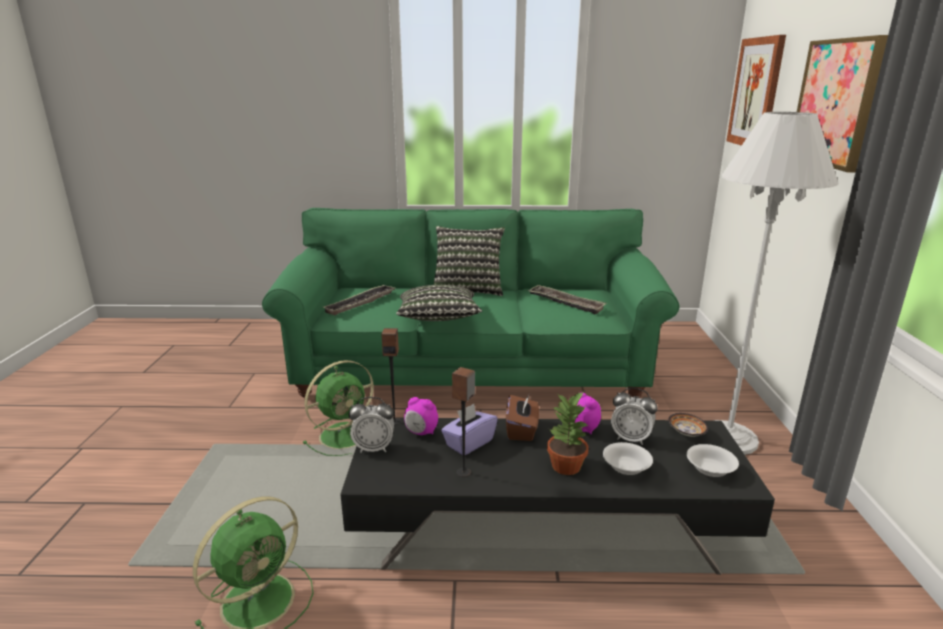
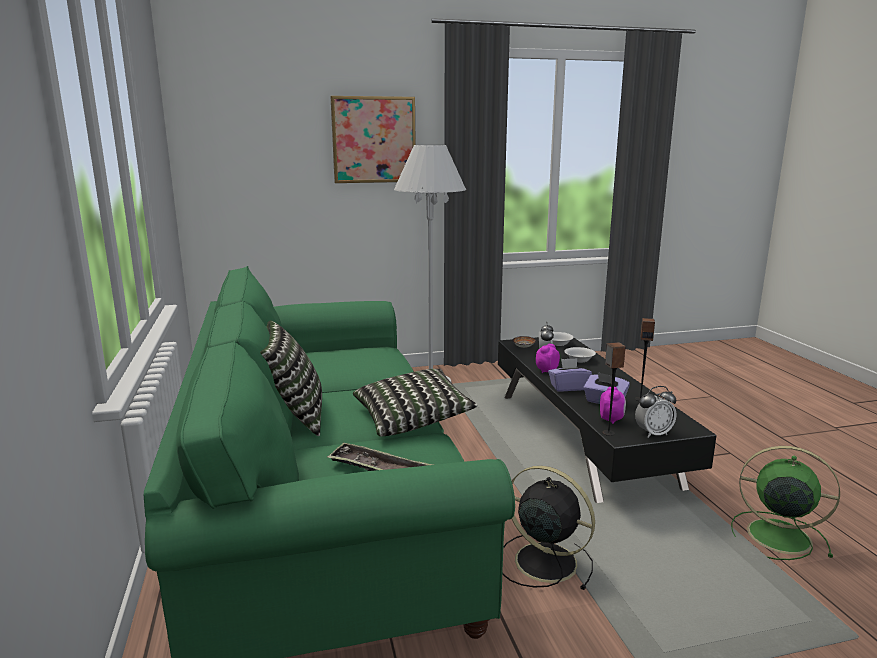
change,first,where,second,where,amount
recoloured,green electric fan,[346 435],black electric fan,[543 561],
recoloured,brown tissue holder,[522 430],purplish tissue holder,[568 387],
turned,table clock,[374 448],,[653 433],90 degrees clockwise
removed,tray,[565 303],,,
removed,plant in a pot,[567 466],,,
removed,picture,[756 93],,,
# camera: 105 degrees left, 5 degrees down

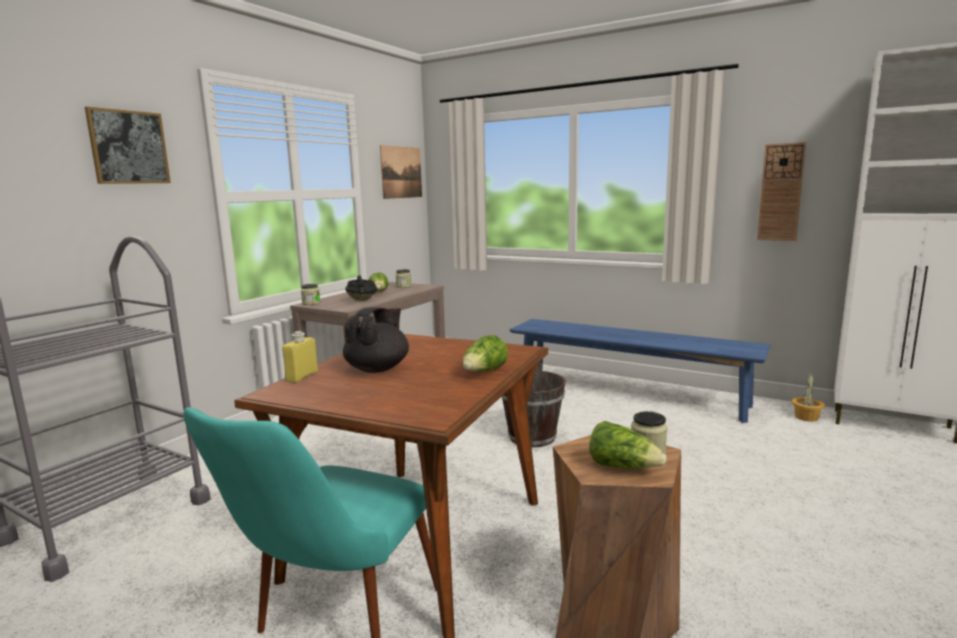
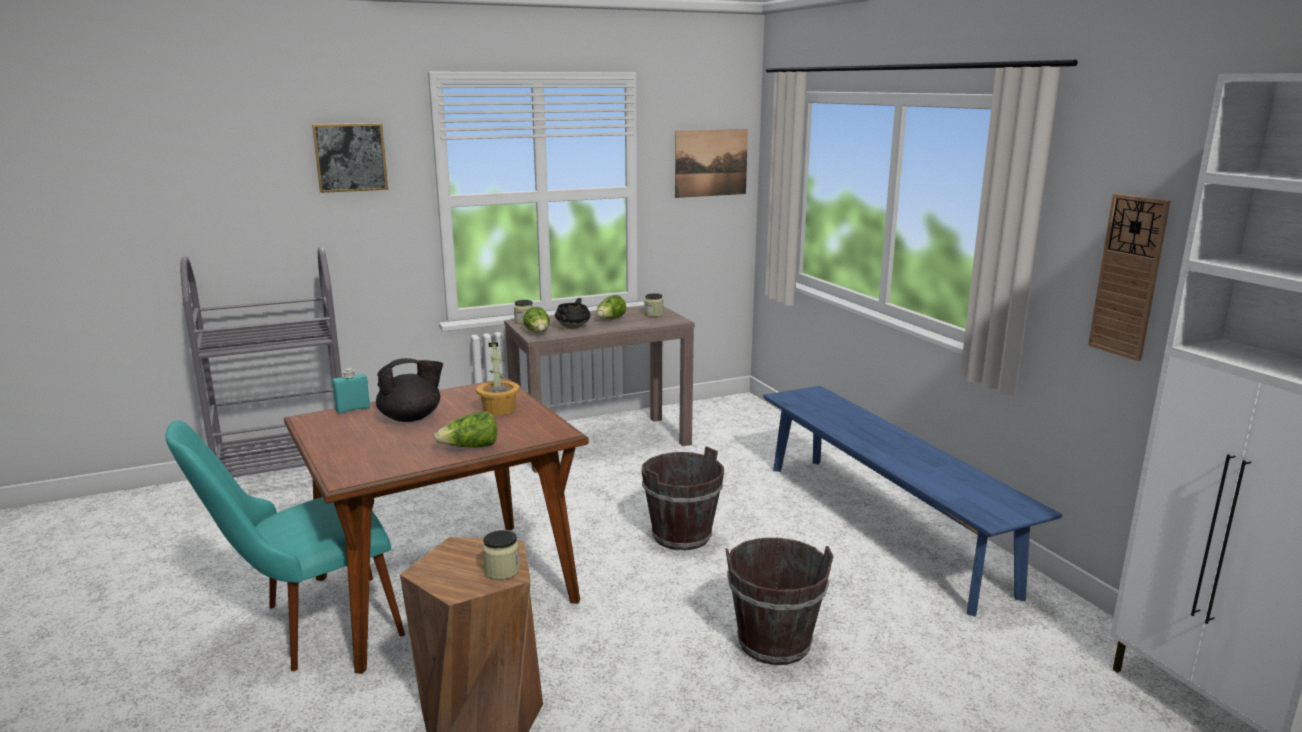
change,first,where,second,where,amount
recoloured,yellowish bottle,[302 377],turquoise bottle,[353 409],
moved,plant in a pot,[807 417],,[499 410],
moved,lettuce,[623 467],,[538 333],
added,,,brown pail,[774 643],
# camera: 35 degrees right, 5 degrees up

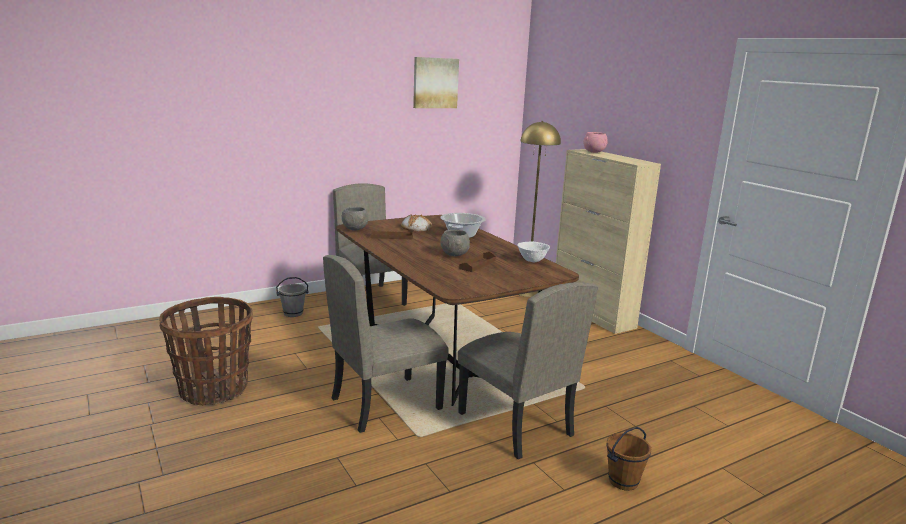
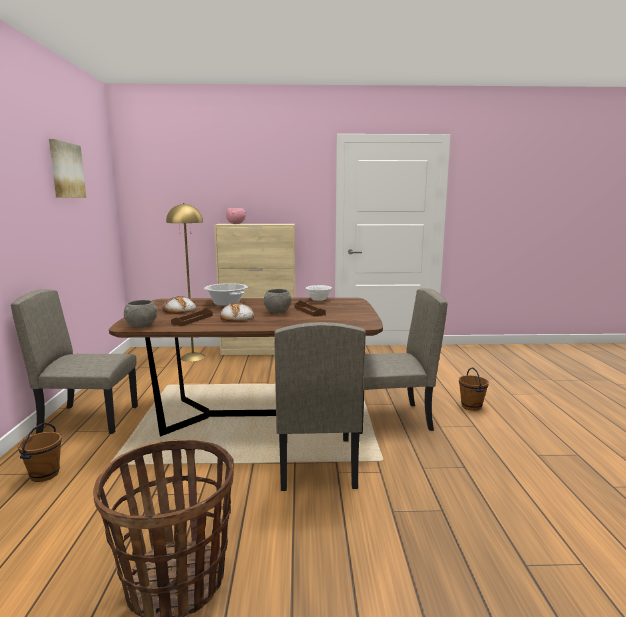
change,first,where,second,where,amount
recoloured,gray pail,[293 314],brown pail,[45 475],
added,,,bakery bread,[237 317],
# camera: 60 degrees left, 5 degrees down

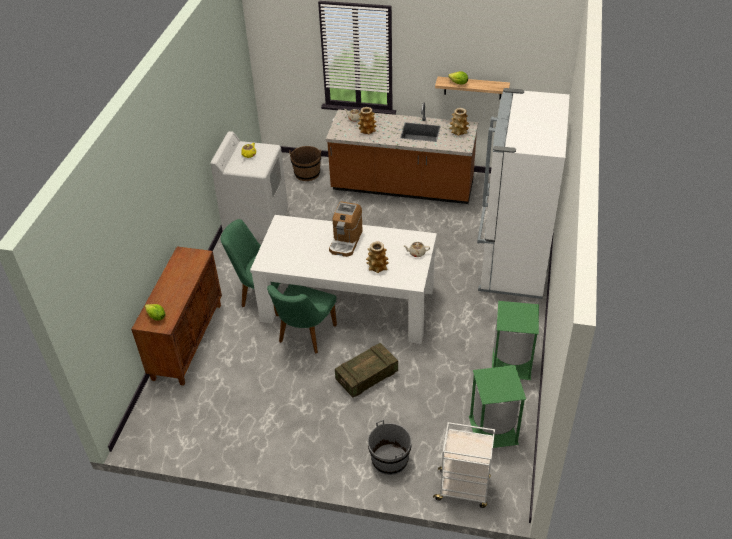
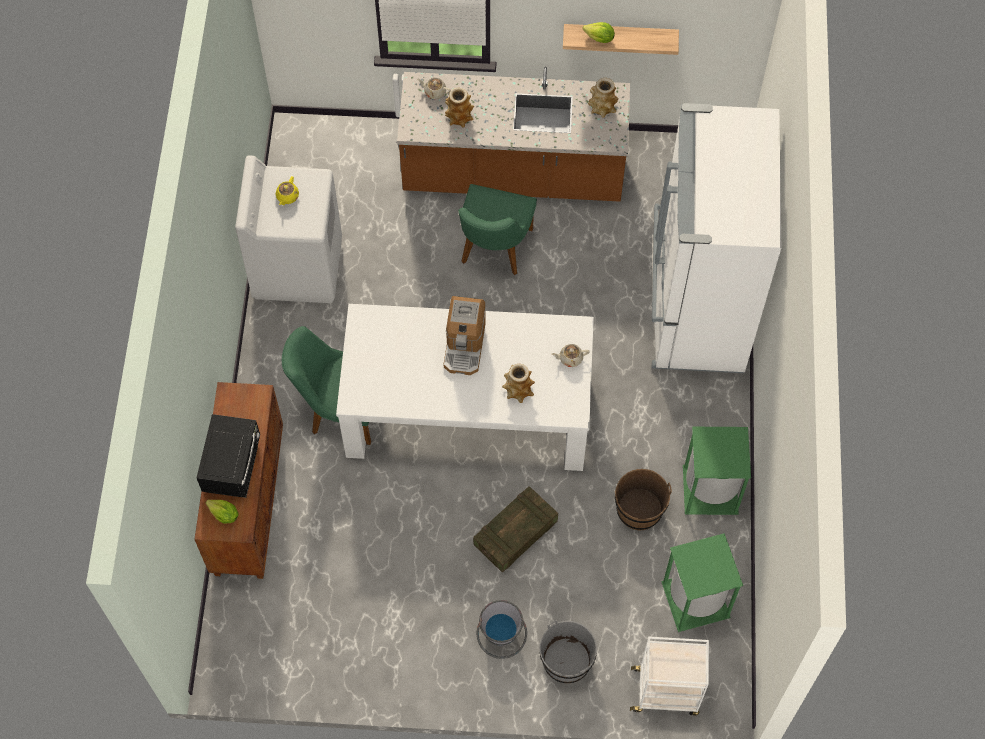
change,first,where,second,where,amount
added,,,black microwave oven,[233 465],
moved,green upright chair,[304 337],,[493 251],
added,,,gray pail,[501 638],
moved,brown pail,[307 173],,[639 509],
# camera: 10 degrees left, 20 degrees up

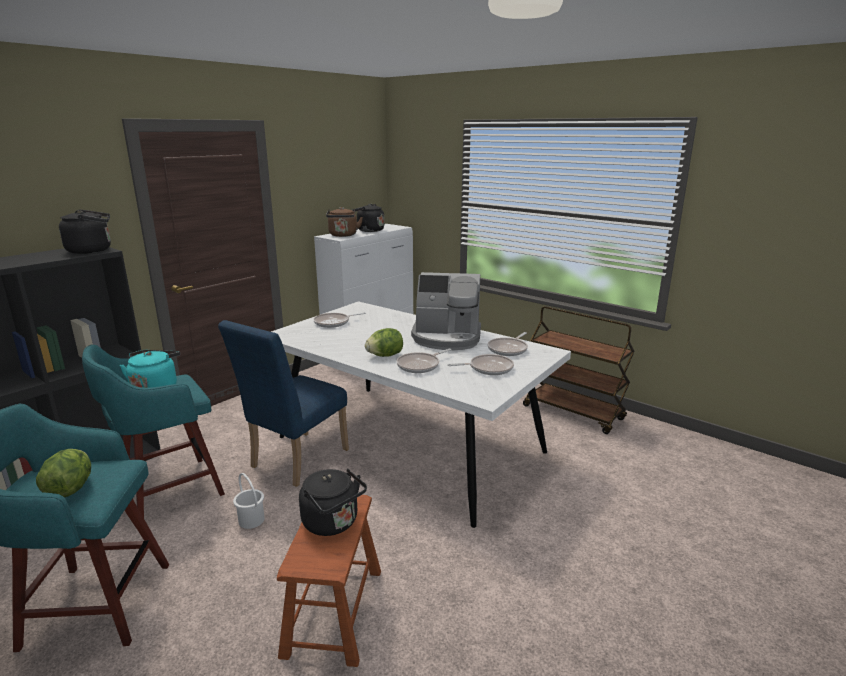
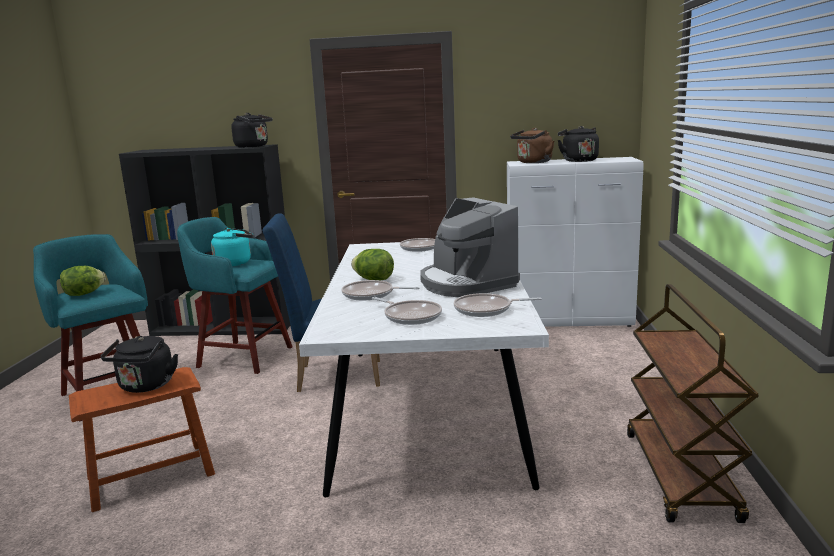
change,first,where,second,where,amount
removed,white pail,[251 520],,,
# camera: 55 degrees right, 5 degrees down

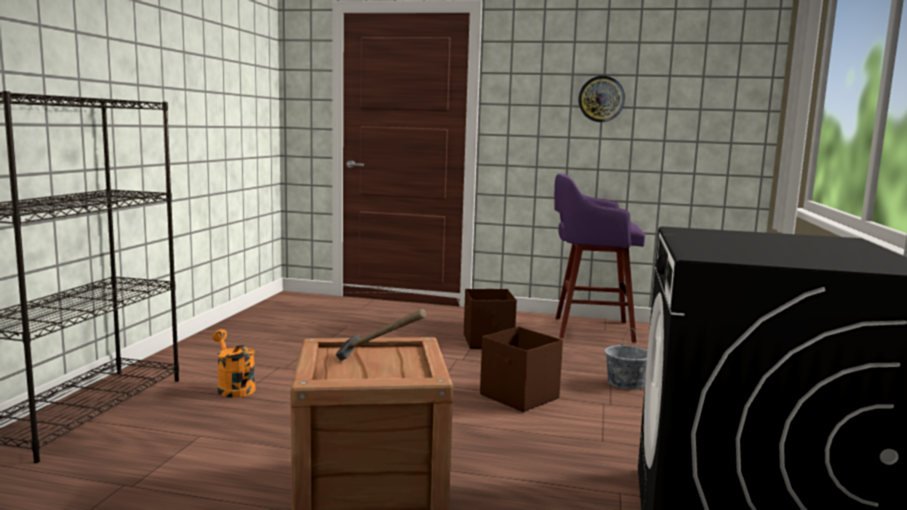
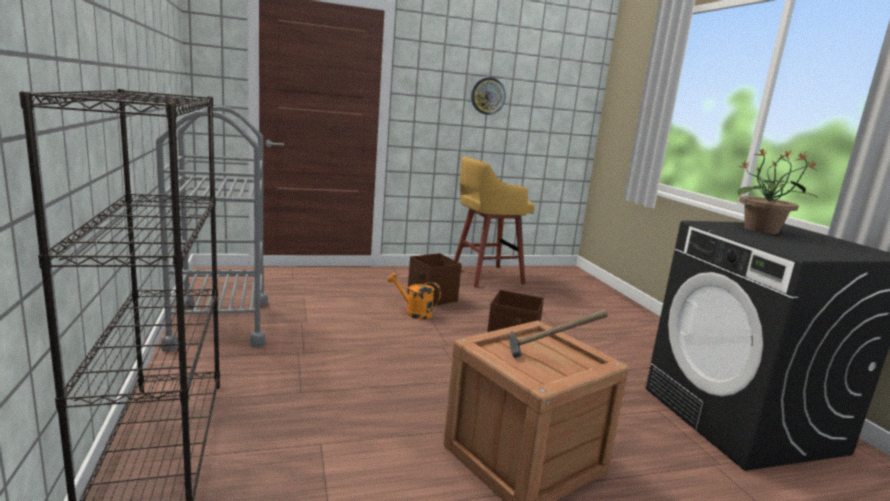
change,first,where,second,where,amount
added,,,gray cart,[219 324],
moved,orangey watering pot,[233 387],,[414 312],
recoloured,purplish stool,[590 329],yellowish stool,[484 276],
added,,,plant in a pot,[762 230],
removed,gray pail,[626 383],,,
# camera: 30 degrees left, 5 degrees up

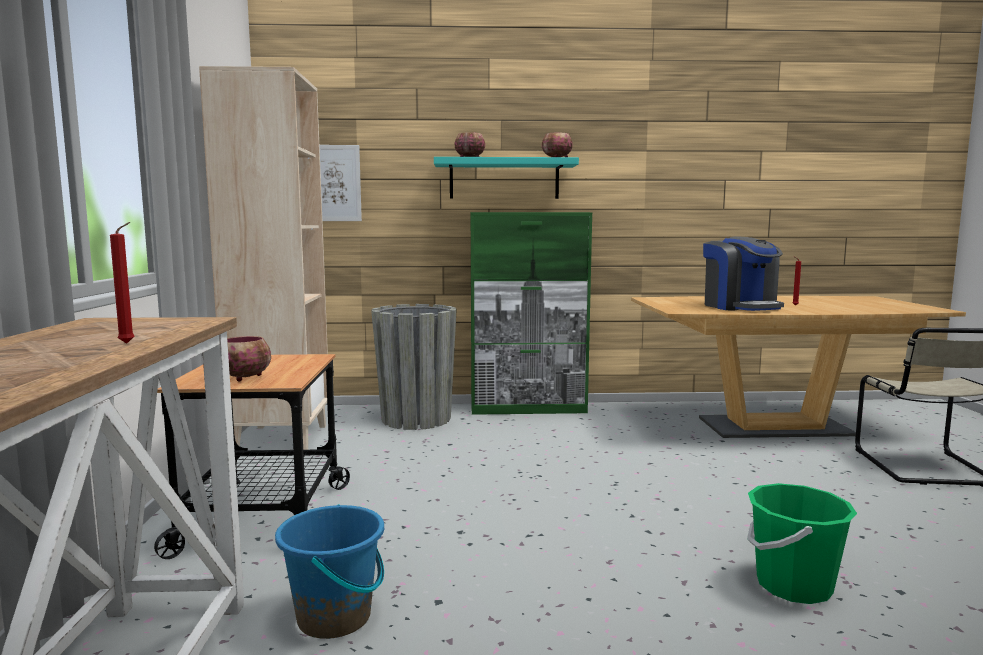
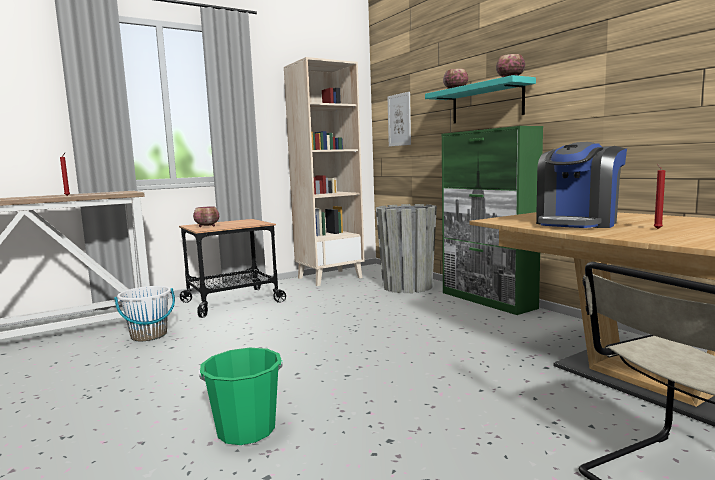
change,first,where,second,where,amount
recoloured,bluish pail,[335 617],white pail,[149 335],
# camera: 60 degrees right, 0 degrees up

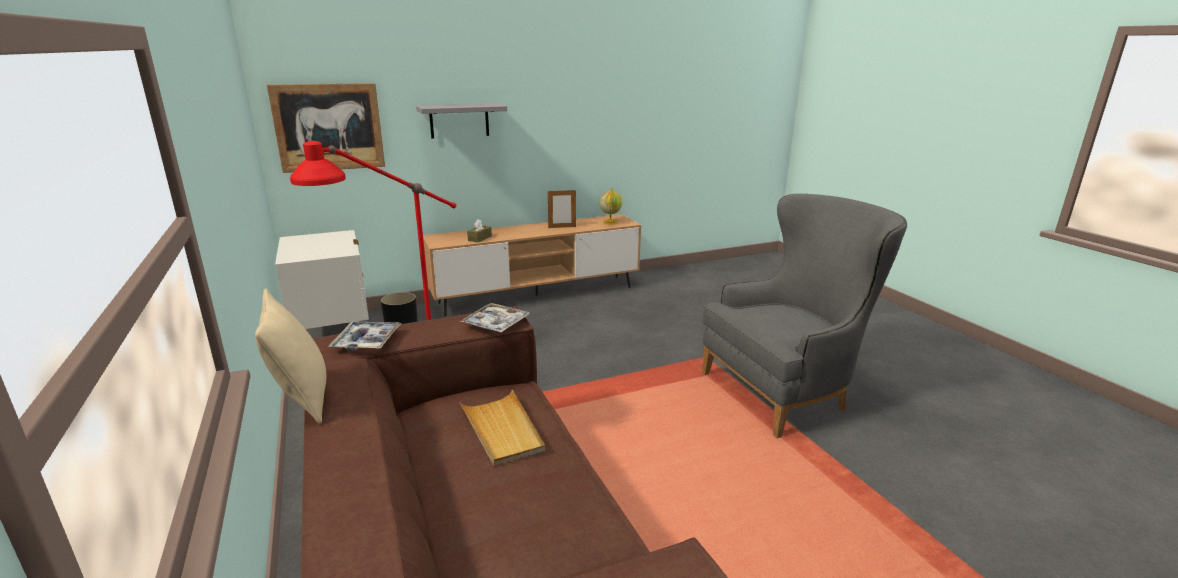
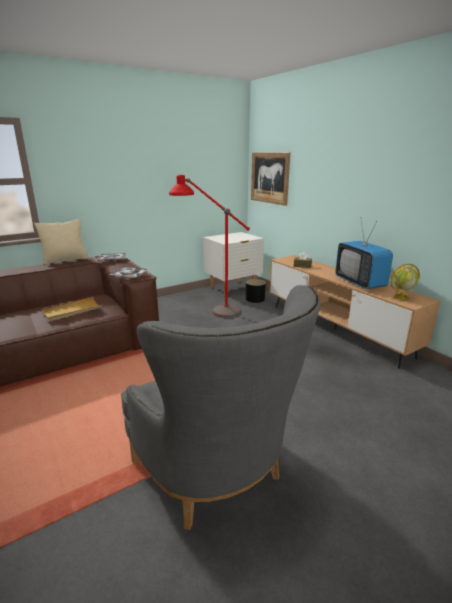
change,first,where,second,where,amount
replaced,picture frame,[562 227],TV,[360 283],
removed,gray wall shelf,[459 120],,,
# camera: 80 degrees right, 0 degrees up

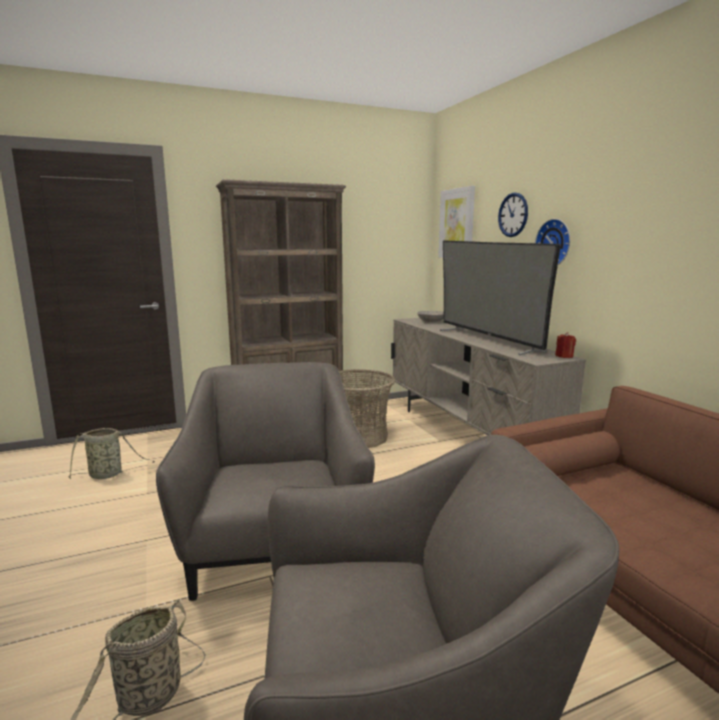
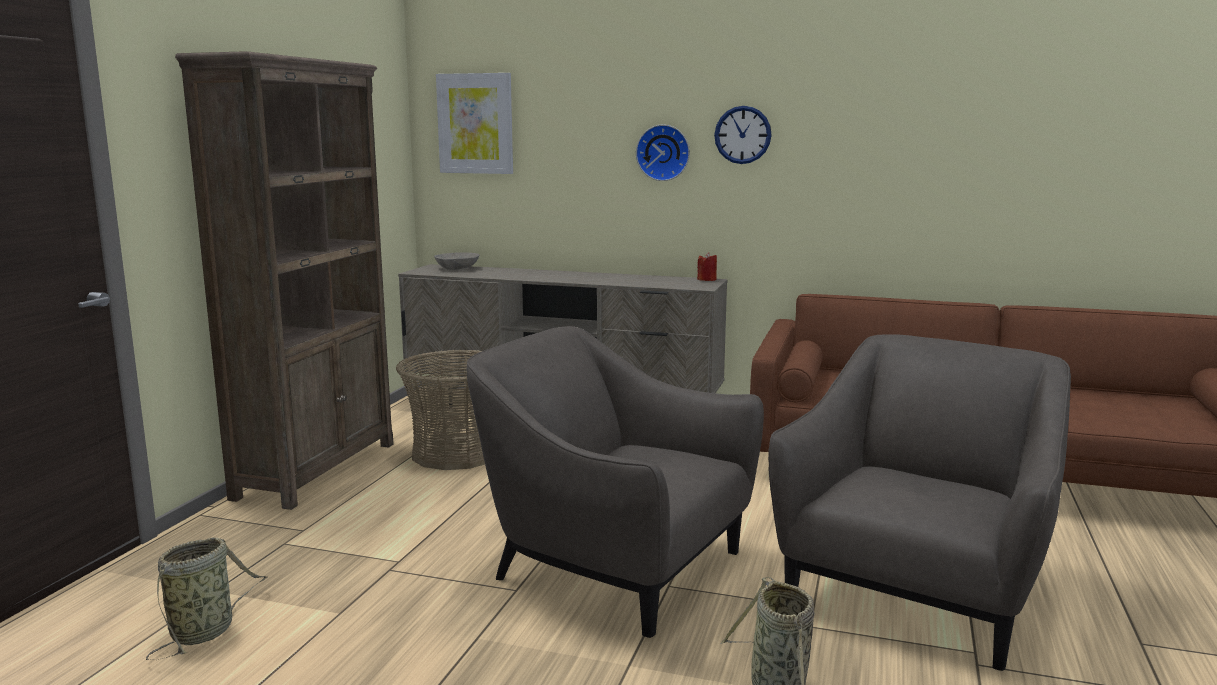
change,first,where,second,where,amount
moved,hanging clock,[513 215],,[742 135],
removed,TV,[487 340],,,
# camera: 50 degrees left, 0 degrees up

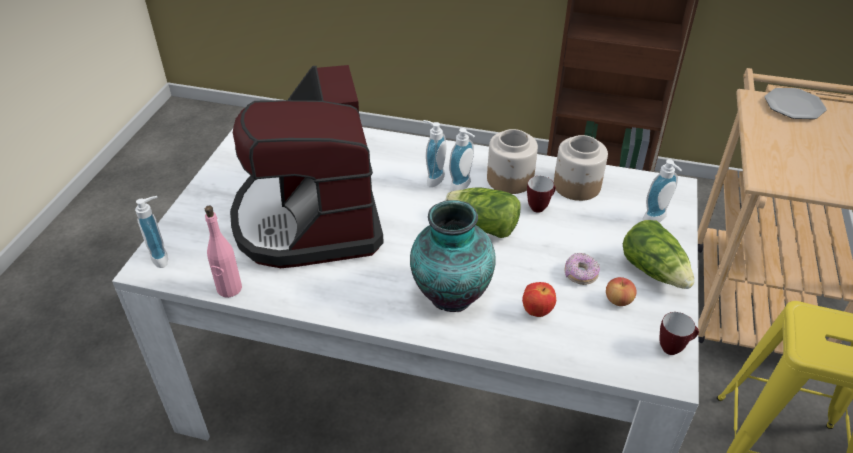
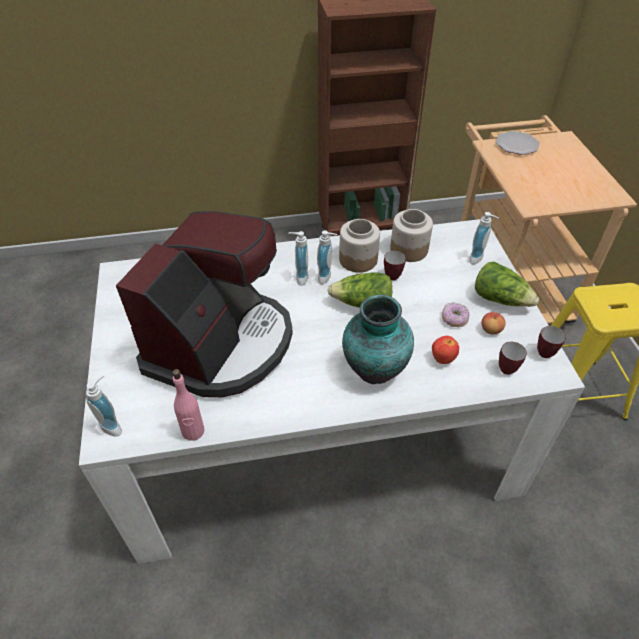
change,first,where,second,where,amount
turned,coffee maker,[310 218],,[221 344],120 degrees counterclockwise
added,,,mug,[508 367],
# camera: 25 degrees left, 5 degrees up

